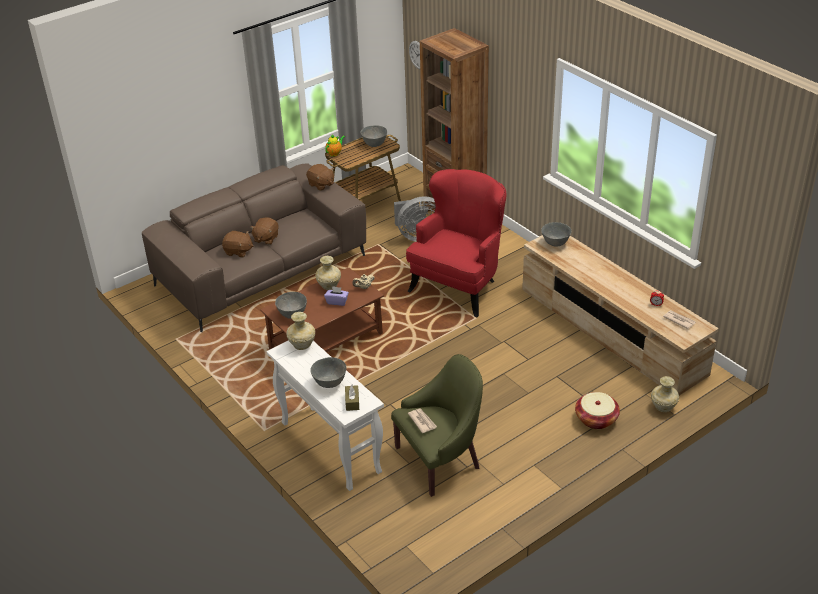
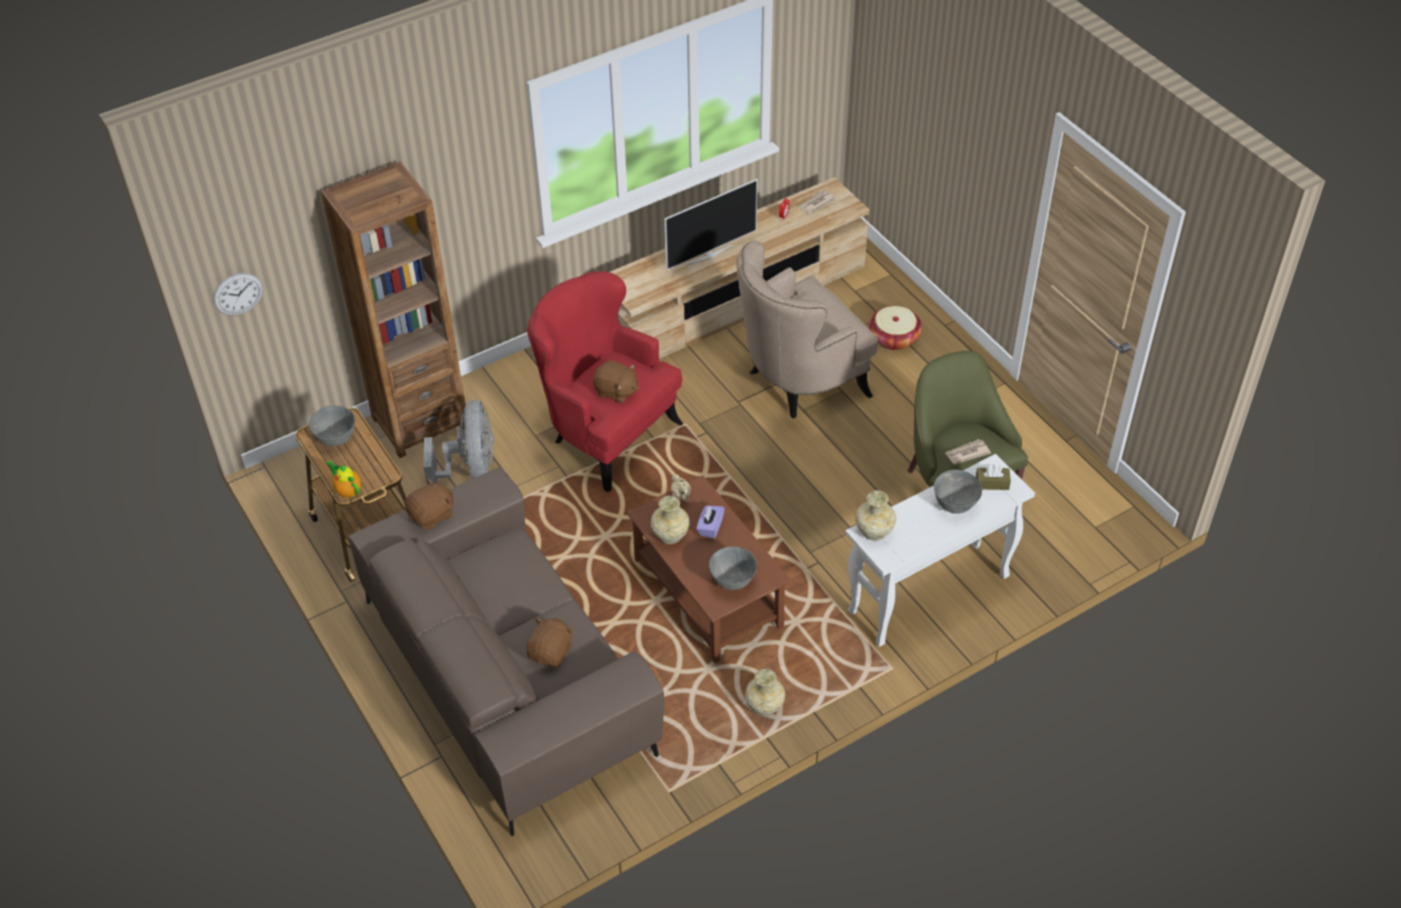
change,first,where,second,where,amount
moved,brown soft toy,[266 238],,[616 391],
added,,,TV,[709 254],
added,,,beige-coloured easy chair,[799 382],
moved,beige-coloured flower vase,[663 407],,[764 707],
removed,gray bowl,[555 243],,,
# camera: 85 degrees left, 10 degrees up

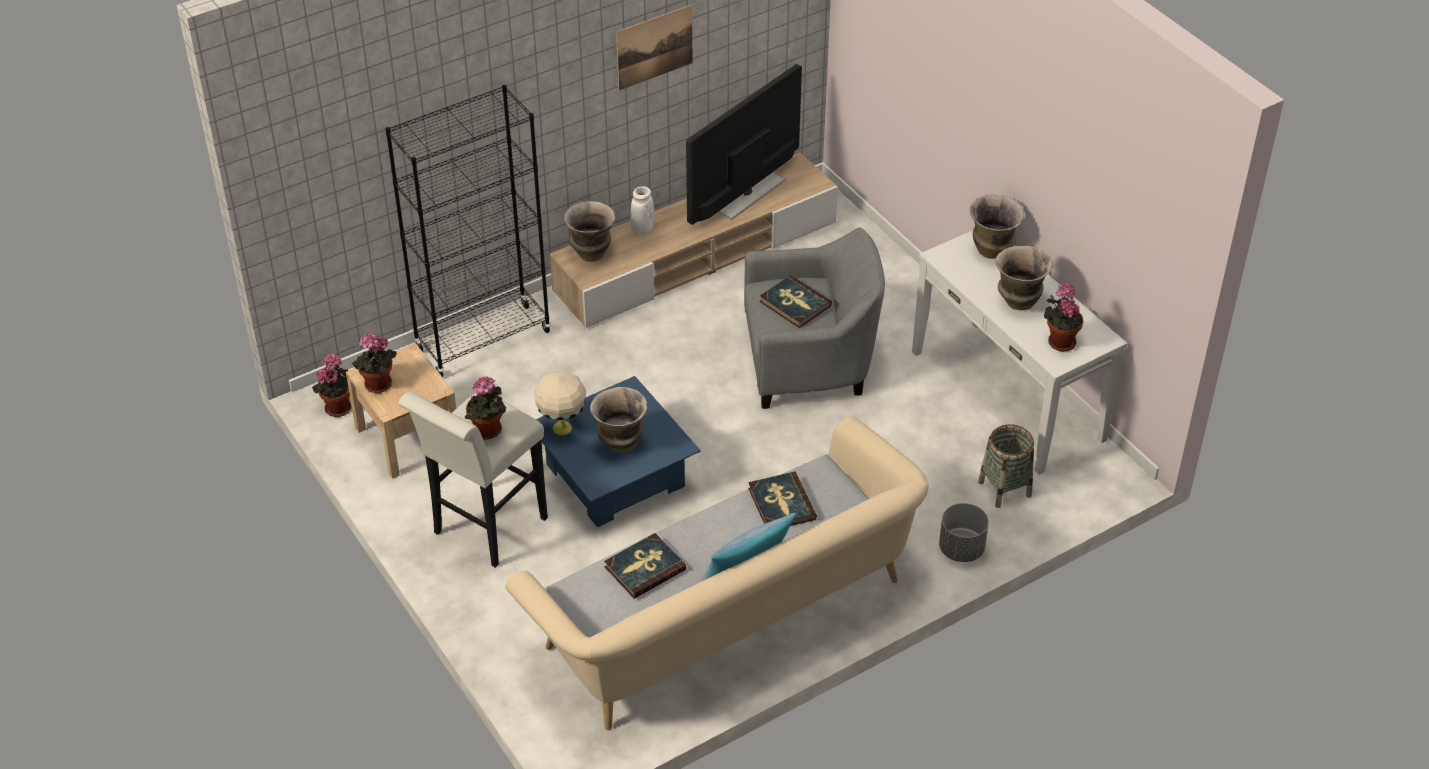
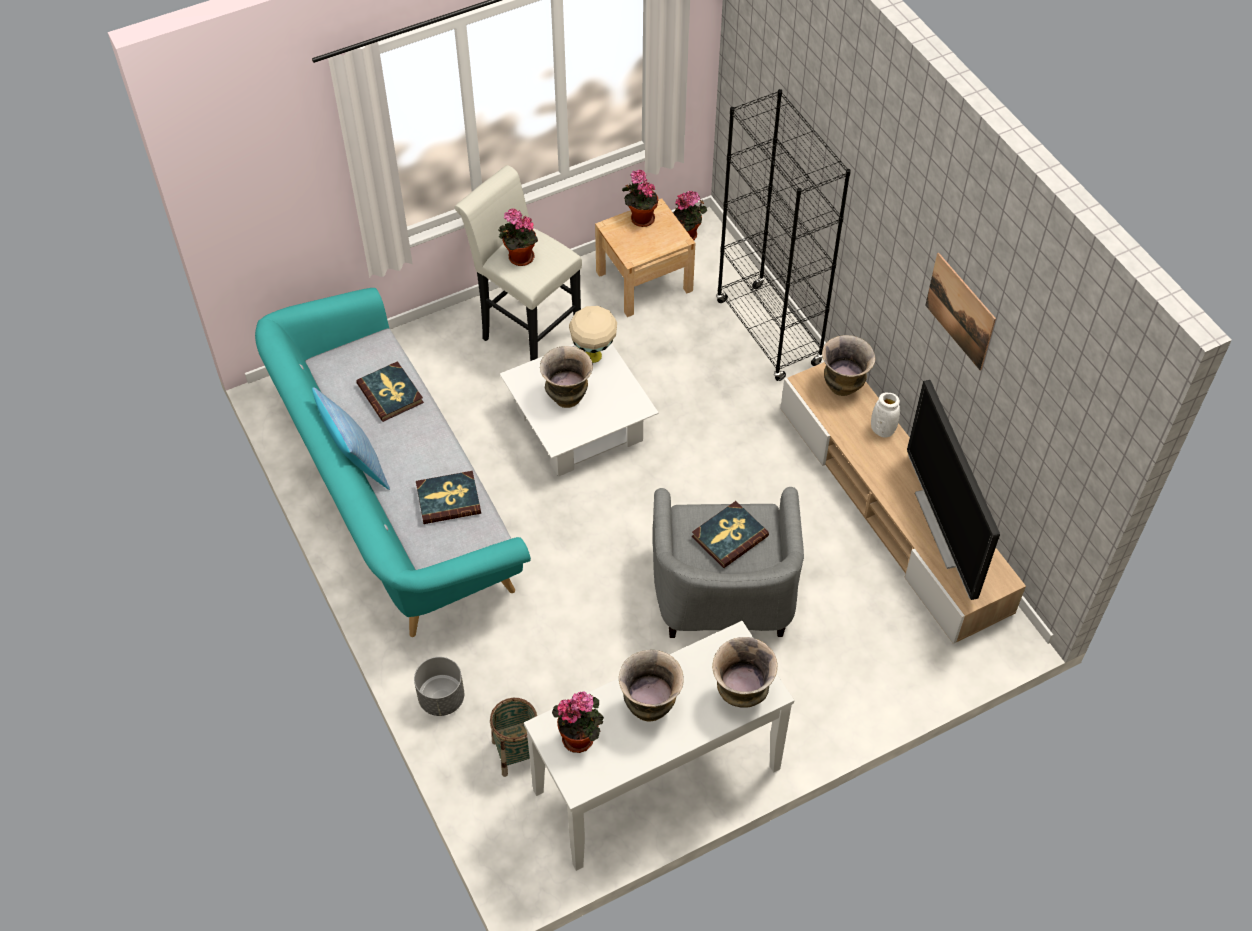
change,first,where,second,where,amount
recoloured,beige-coloured settee,[727 617],turquoise settee,[394 498],
recoloured,bluish low table,[615 475],white low table,[579 425],
turned,TV,[747 194],,[944 527],150 degrees counterclockwise
# camera: 95 degrees right, 10 degrees up

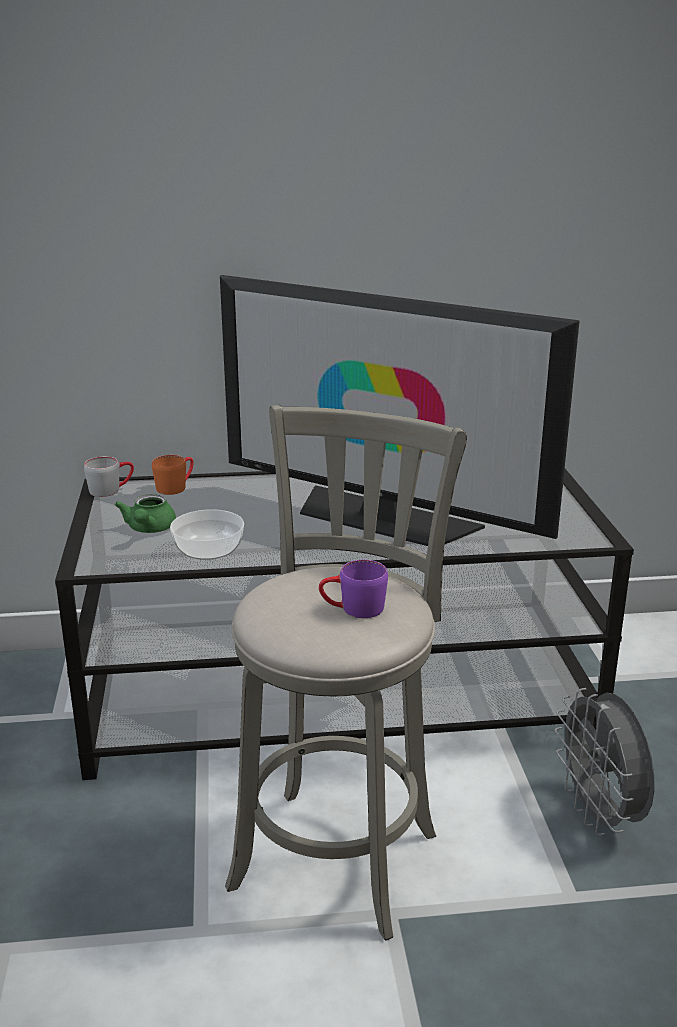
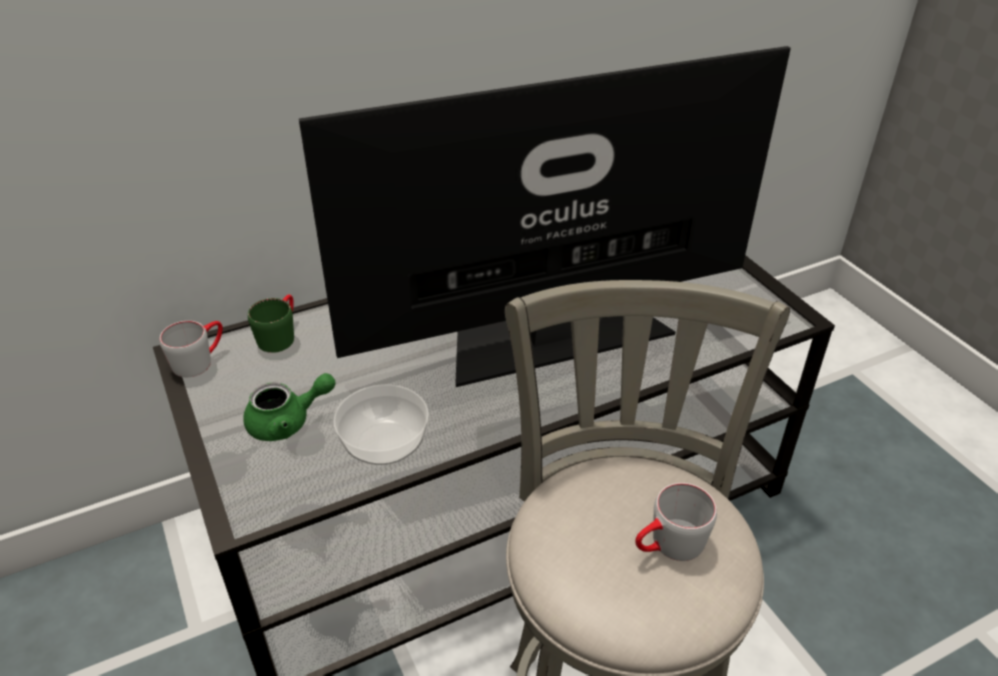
change,first,where,second,where,amount
turned,green pot for tea,[149 529],,[288 422],90 degrees counterclockwise
recoloured,orangey mug,[176 486],green mug,[280 335],
turned,TV,[381 518],,[553 336],150 degrees clockwise
recoloured,purplish mug,[353 609],gray mug,[668 546],
removed,gray electric fan,[600 815],,,
# camera: 20 degrees left, 15 degrees up

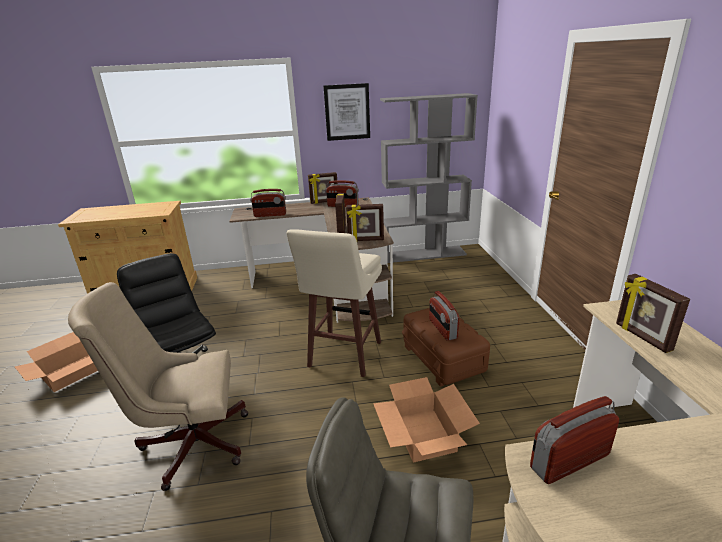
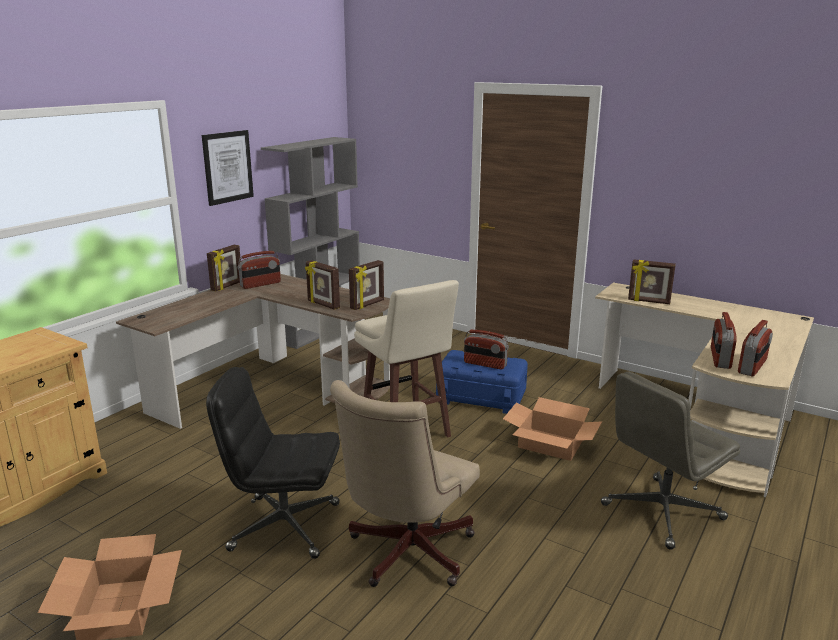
change,first,where,second,where,amount
recoloured,brown storage bin,[443 358],bluish storage bin,[481 397],
moved,radio,[270 215],,[752 366],
# camera: 50 degrees left, 5 degrees down

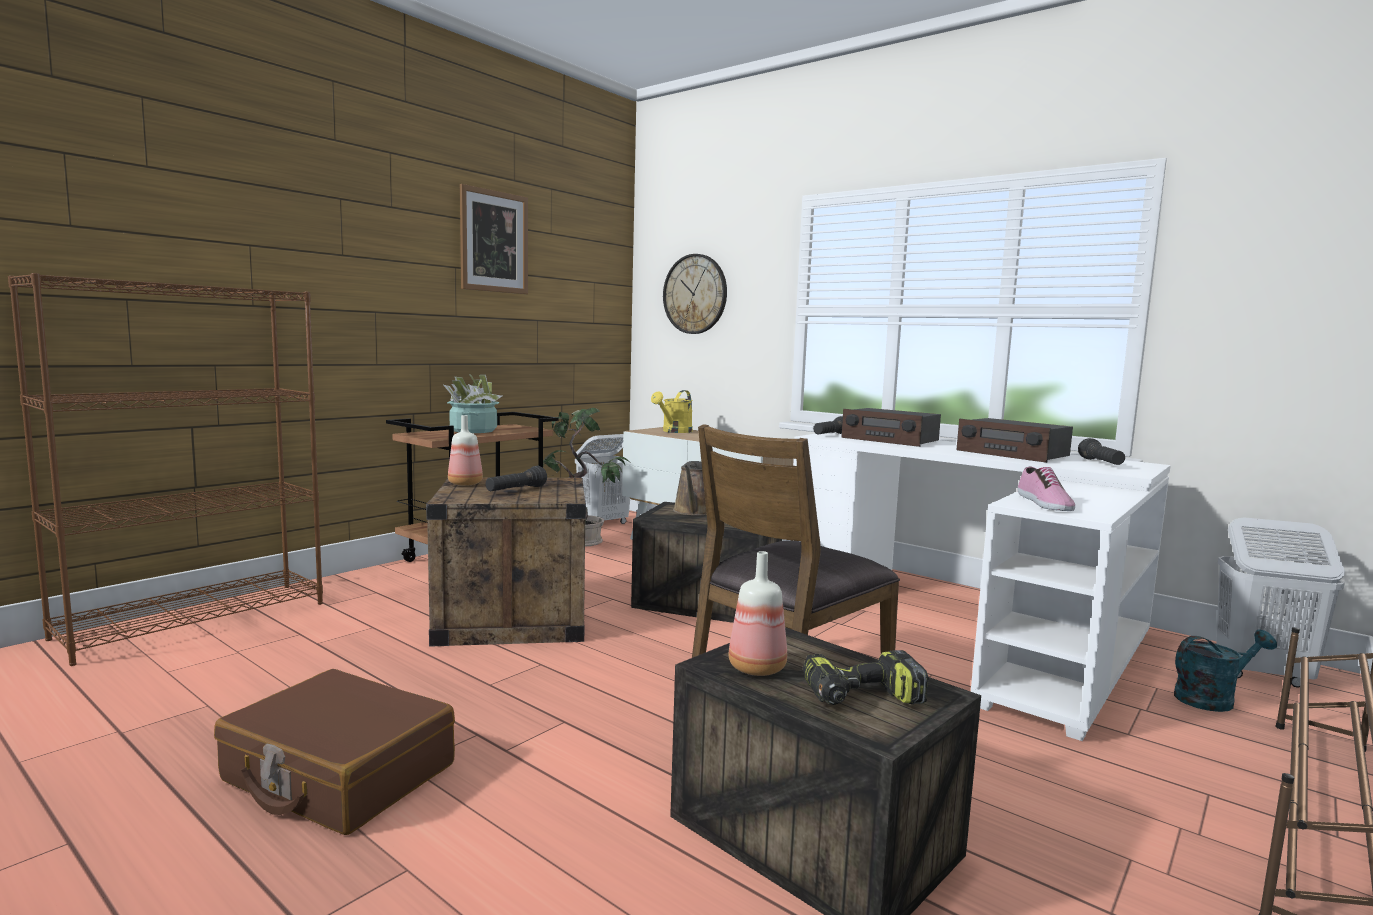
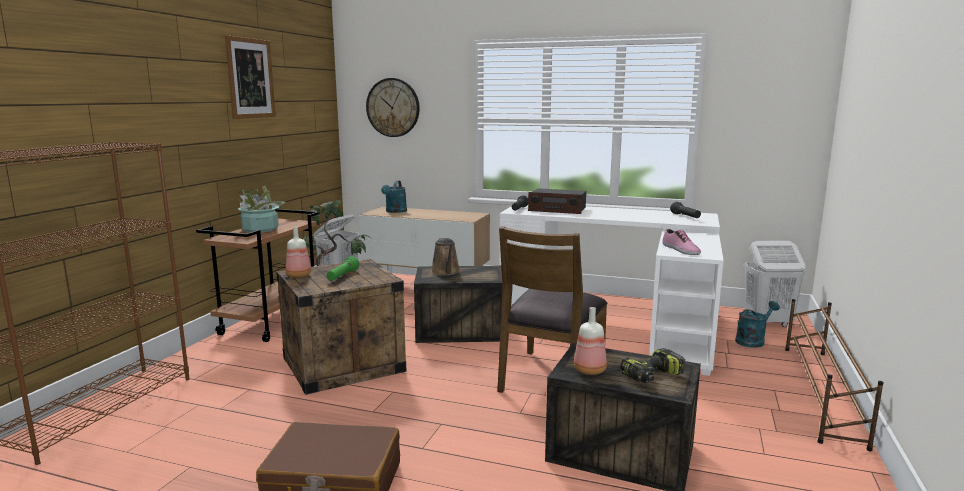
change,first,where,second,where,amount
recoloured,black hand torch,[516 490],green hand torch,[343 276],
recoloured,yellowish watering pot,[674 431],turquoise watering pot,[395 211],
removed,radio,[1012 454],,,
# camera: 20 degrees left, 5 degrees up

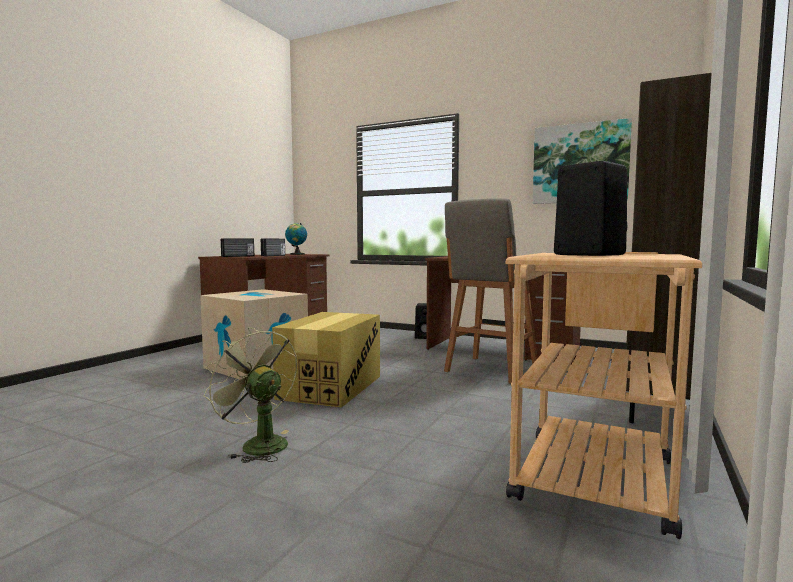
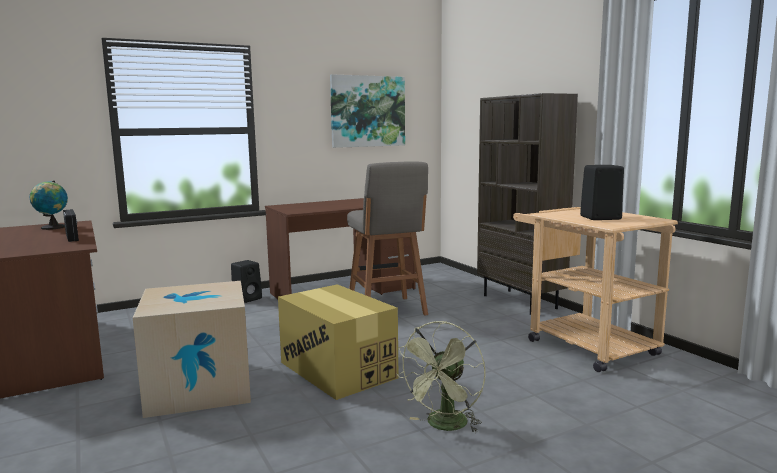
change,first,where,second,where,amount
turned,green electric fan,[257 444],,[444 426],45 degrees counterclockwise
removed,radio,[238 256],,,
# camera: 55 degrees left, 5 degrees up

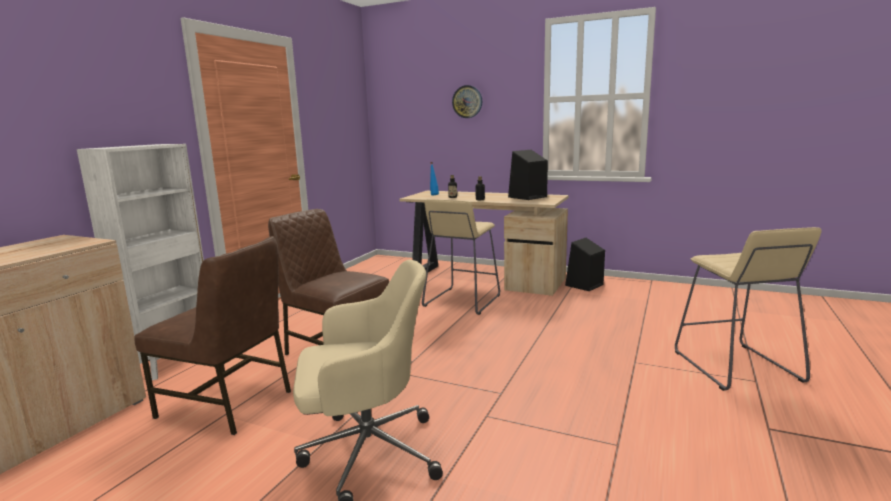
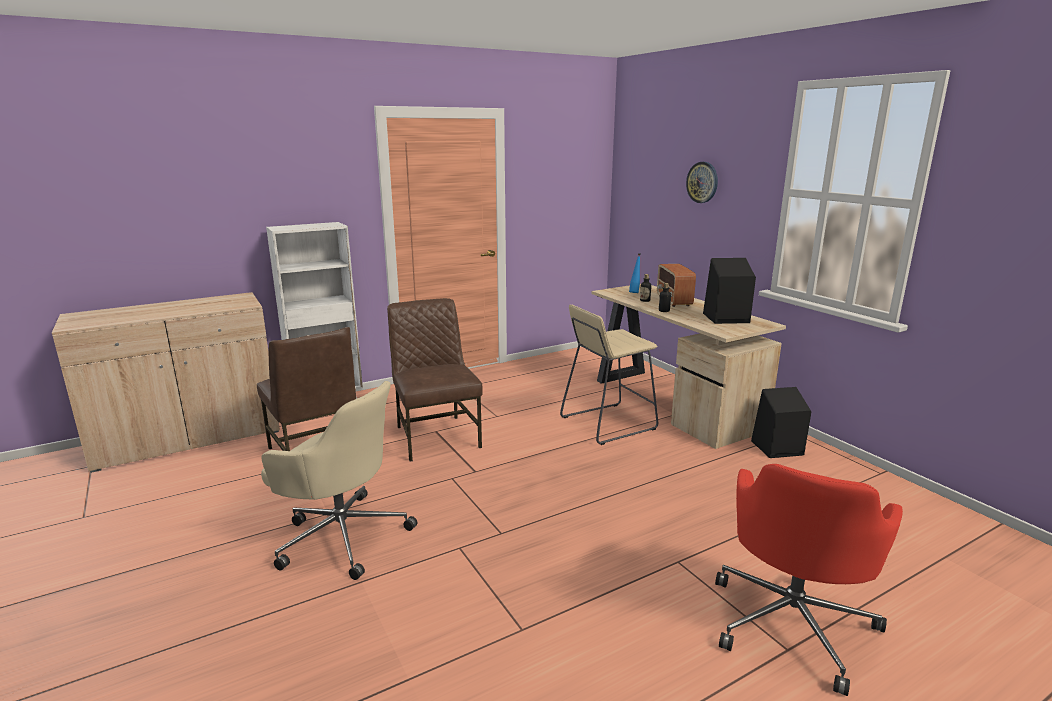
change,first,where,second,where,amount
added,,,radio,[674 301],
replaced,beige-coloured stool,[735 367],red computer chair,[792 622],
# camera: 35 degrees right, 5 degrees up

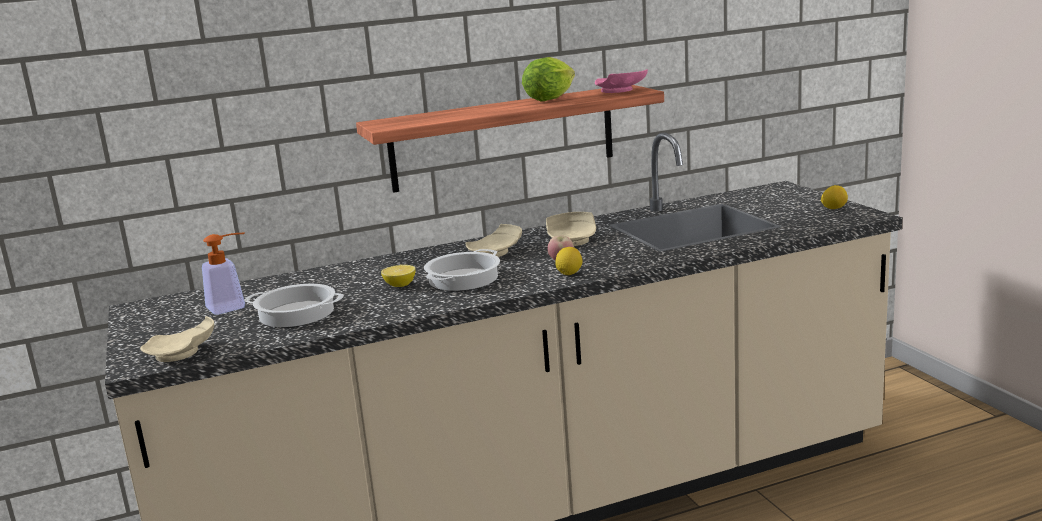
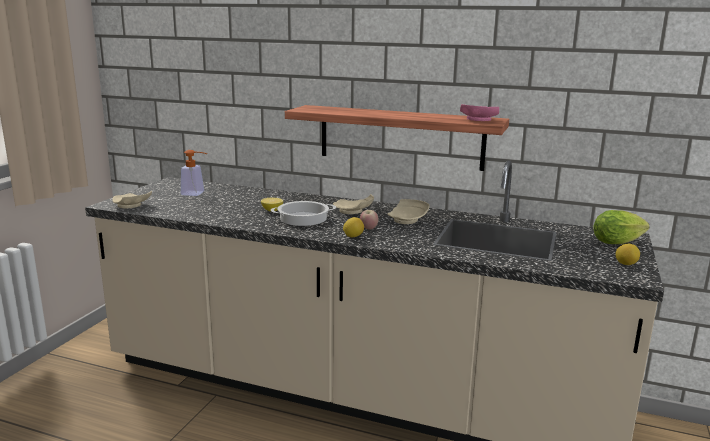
change,first,where,second,where,amount
moved,lettuce,[552 98],,[619 242],
removed,cooking pot,[297 313],,,
# camera: 40 degrees right, 0 degrees up

